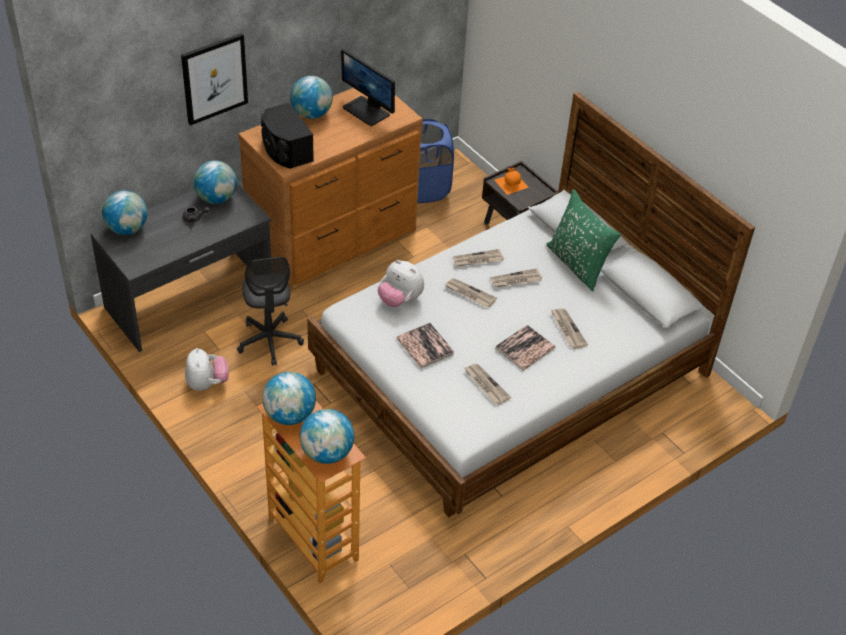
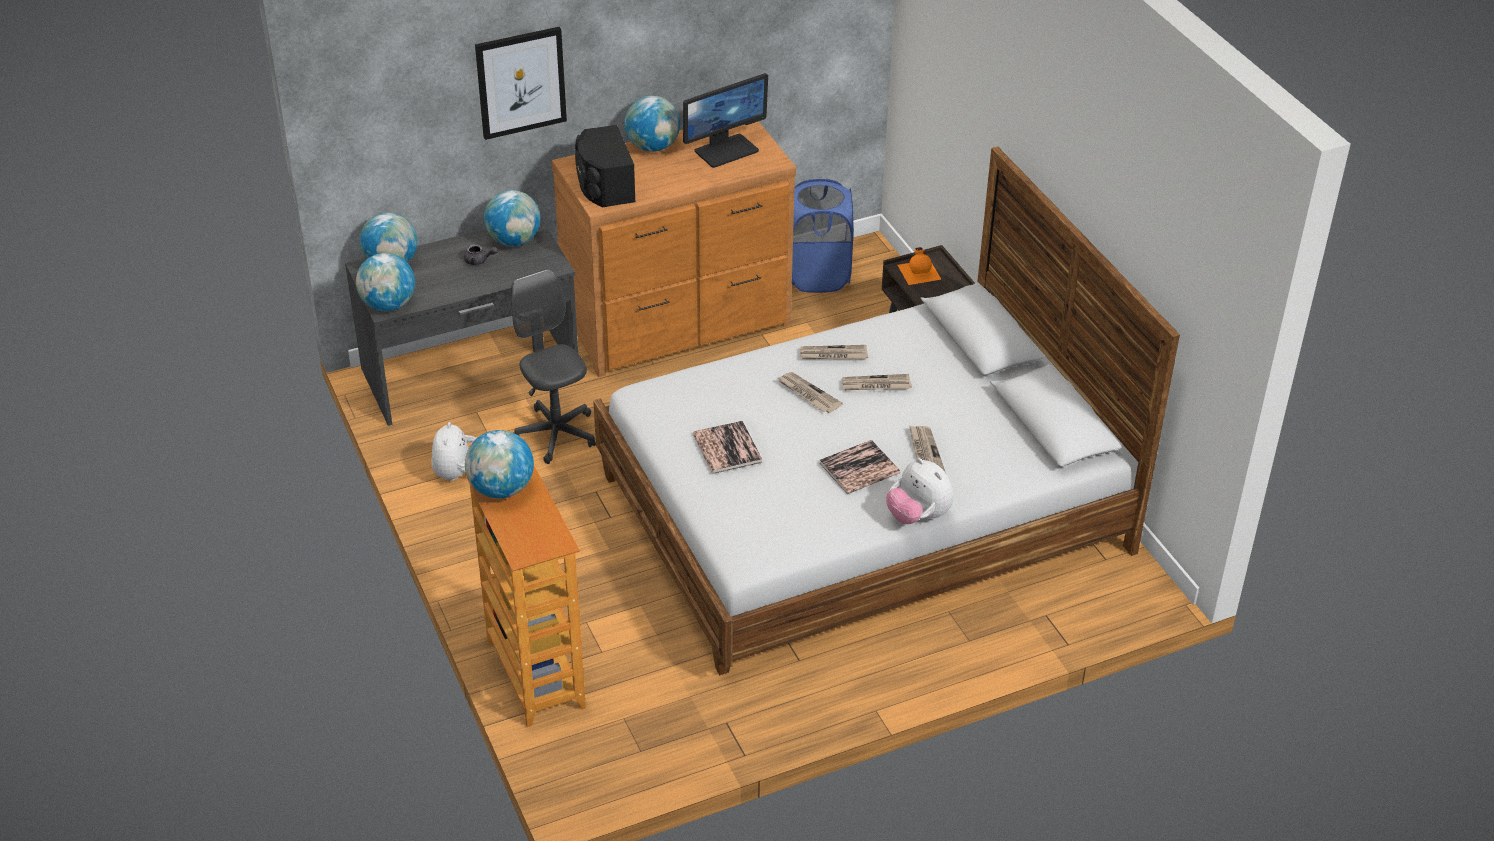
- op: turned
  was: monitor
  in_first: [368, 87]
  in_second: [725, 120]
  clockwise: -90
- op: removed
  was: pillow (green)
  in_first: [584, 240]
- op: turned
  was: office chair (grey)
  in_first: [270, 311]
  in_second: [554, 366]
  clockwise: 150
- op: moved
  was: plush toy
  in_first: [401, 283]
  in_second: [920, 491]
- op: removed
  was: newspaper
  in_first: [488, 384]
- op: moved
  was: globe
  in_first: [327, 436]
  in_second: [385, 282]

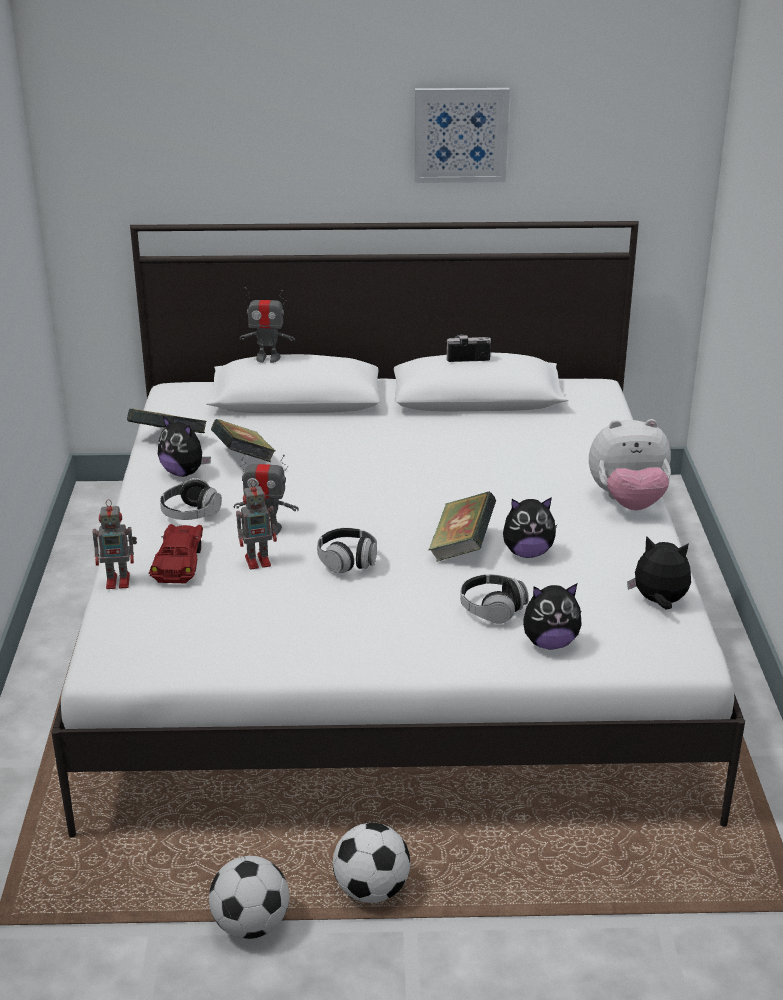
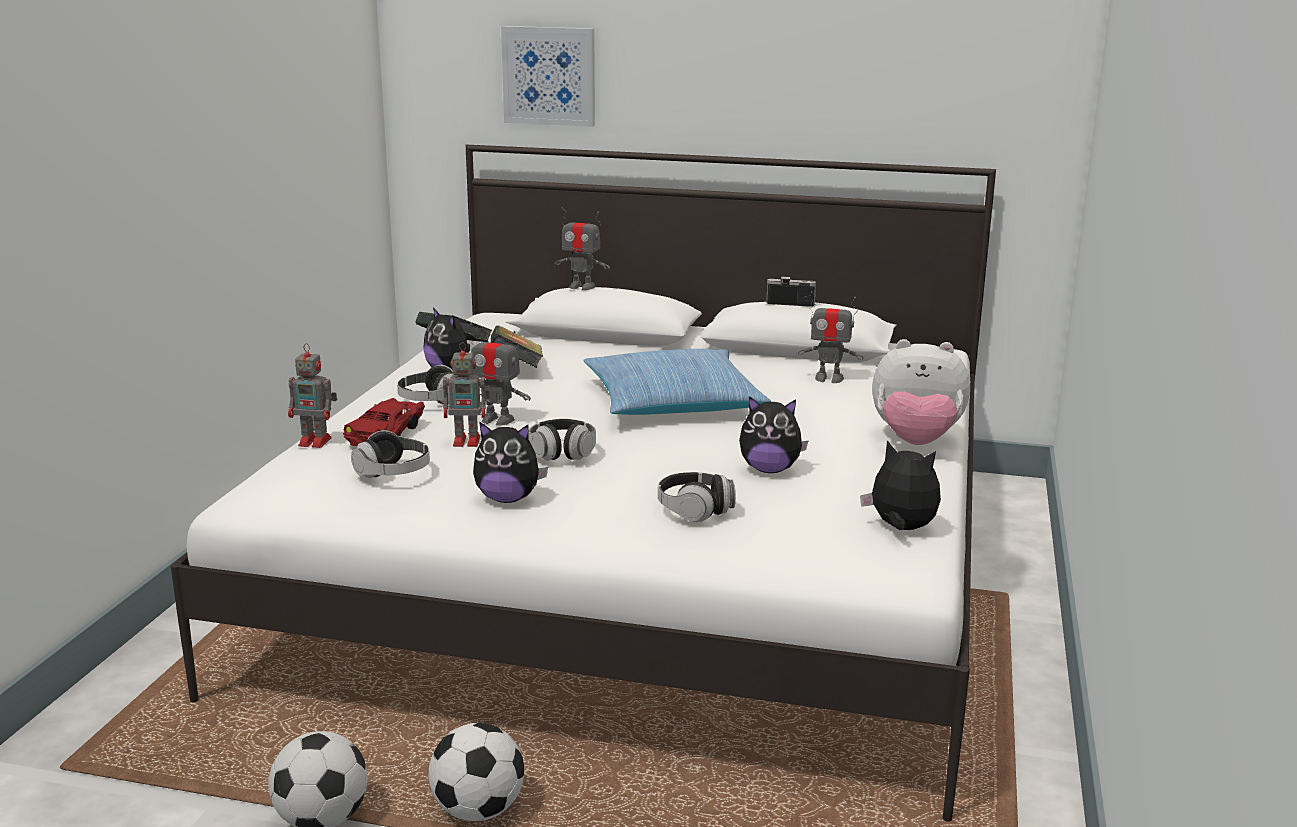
- op: moved
  was: picture
  in_first: [462, 135]
  in_second: [548, 76]
- op: removed
  was: book
  in_first: [462, 526]
- op: moved
  was: plush toy
  in_first: [552, 616]
  in_second: [510, 462]
- op: added
  now: toy robot
  in_second: [831, 337]
- op: added
  now: pillow
  in_second: [677, 382]
- op: added
  now: headphones
  in_second: [390, 454]

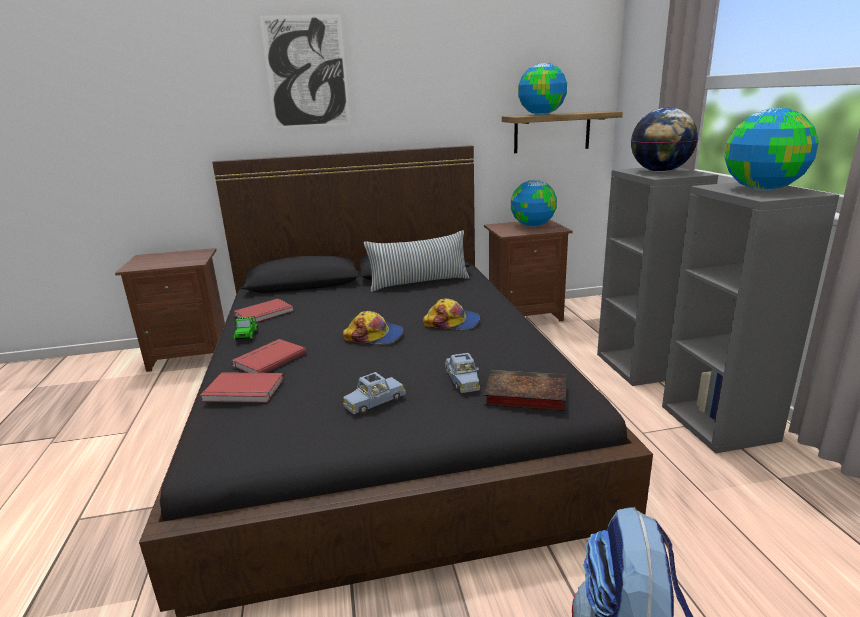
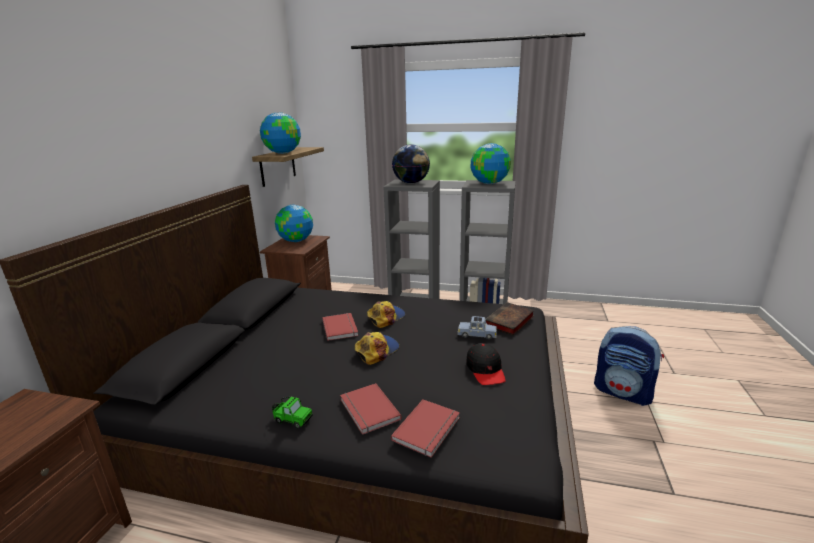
- op: removed
  was: picture
  in_first: [304, 71]
- op: removed
  was: pillow
  in_first: [416, 261]
- op: moved
  was: book (red)
  in_first: [264, 310]
  in_second: [340, 327]
- op: replaced
  was: toy car (blue)
  now: cap (black)
  in_first: [374, 393]
  in_second: [486, 364]

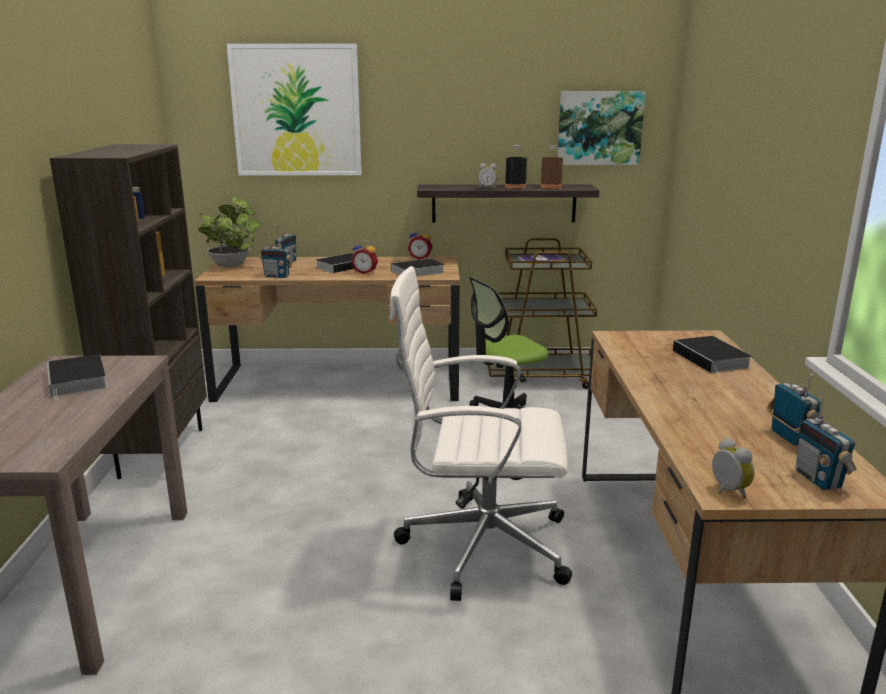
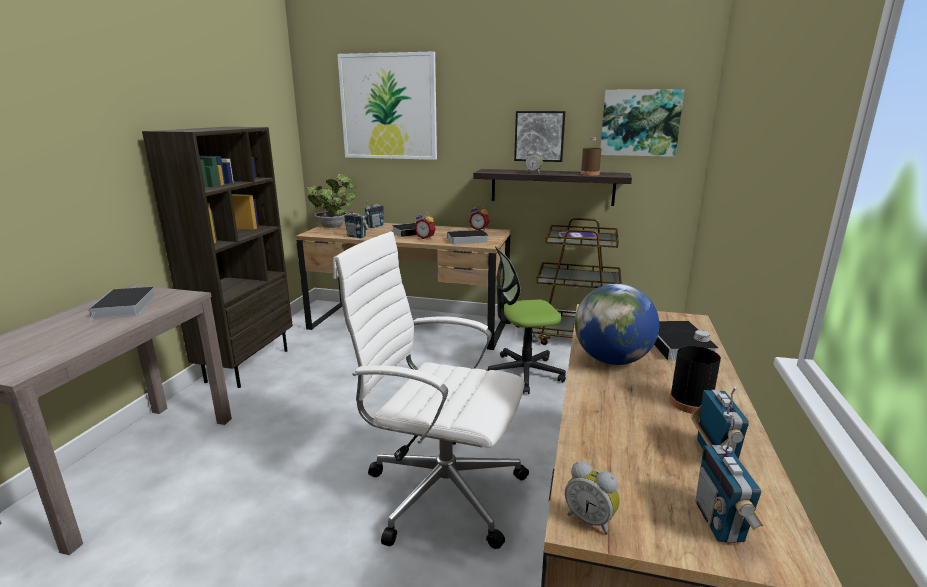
- op: moved
  was: bottle (black)
  in_first: [516, 167]
  in_second: [695, 372]
- op: turned
  was: alarm clock
  in_first: [733, 468]
  in_second: [592, 498]
  clockwise: 135
- op: added
  now: picture
  in_second: [539, 136]
- op: added
  now: globe
  in_second: [617, 324]

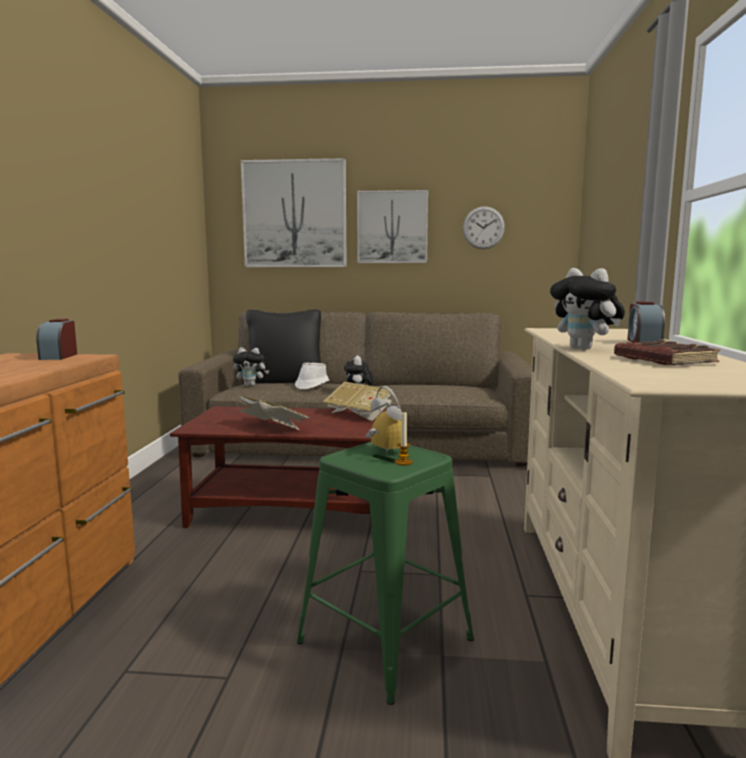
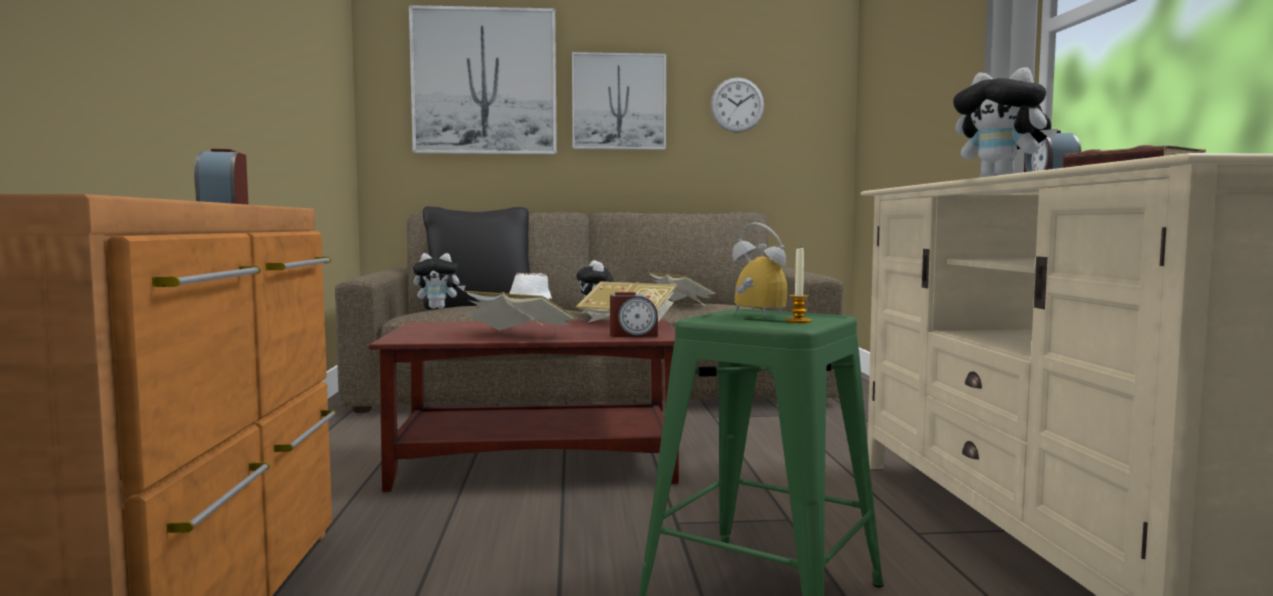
- op: added
  now: book
  in_second: [682, 288]
- op: added
  now: alarm clock
  in_second: [634, 314]

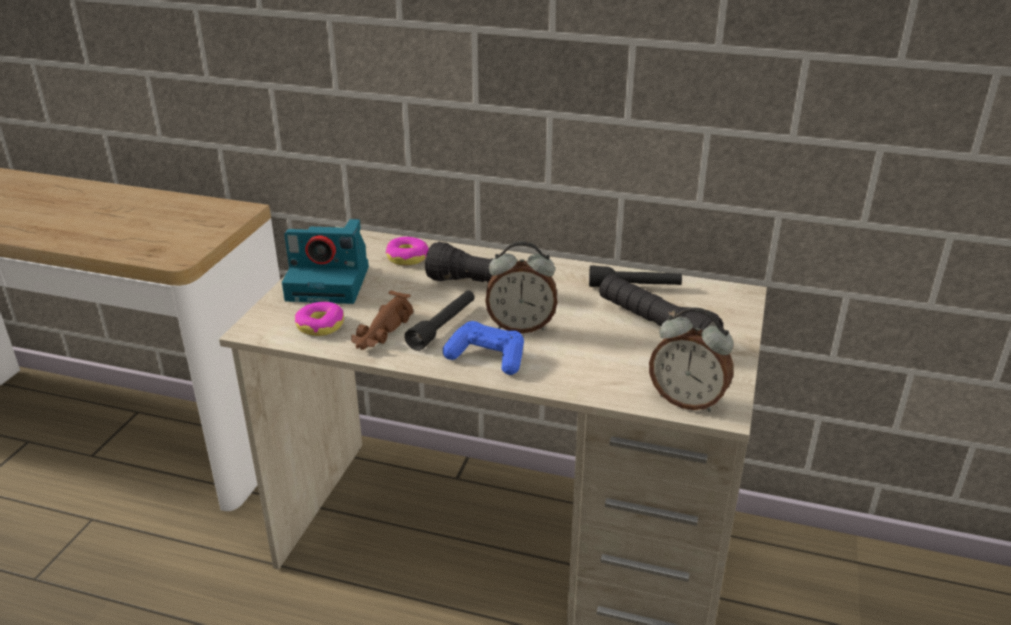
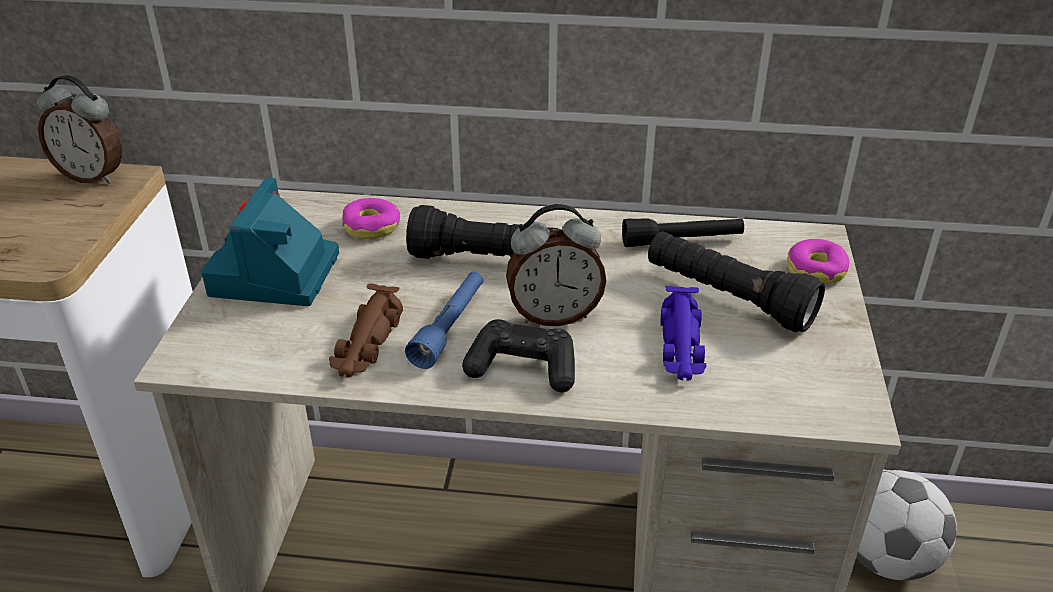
- op: turned
  was: photo camera
  in_first: [325, 261]
  in_second: [270, 241]
  clockwise: 105
- op: recoloured
  was: flashlight (black)
  now: flashlight (blue)
  in_first: [440, 321]
  in_second: [444, 320]
- op: moved
  was: donut
  in_first: [319, 319]
  in_second: [818, 261]
- op: moved
  was: alarm clock
  in_first: [691, 360]
  in_second: [79, 129]
- op: recoloured
  was: game controller (blue)
  now: game controller (black)
  in_first: [483, 348]
  in_second: [518, 356]
- op: added
  now: toy car (purple)
  in_second: [684, 333]
- op: added
  now: football
  in_second: [906, 525]

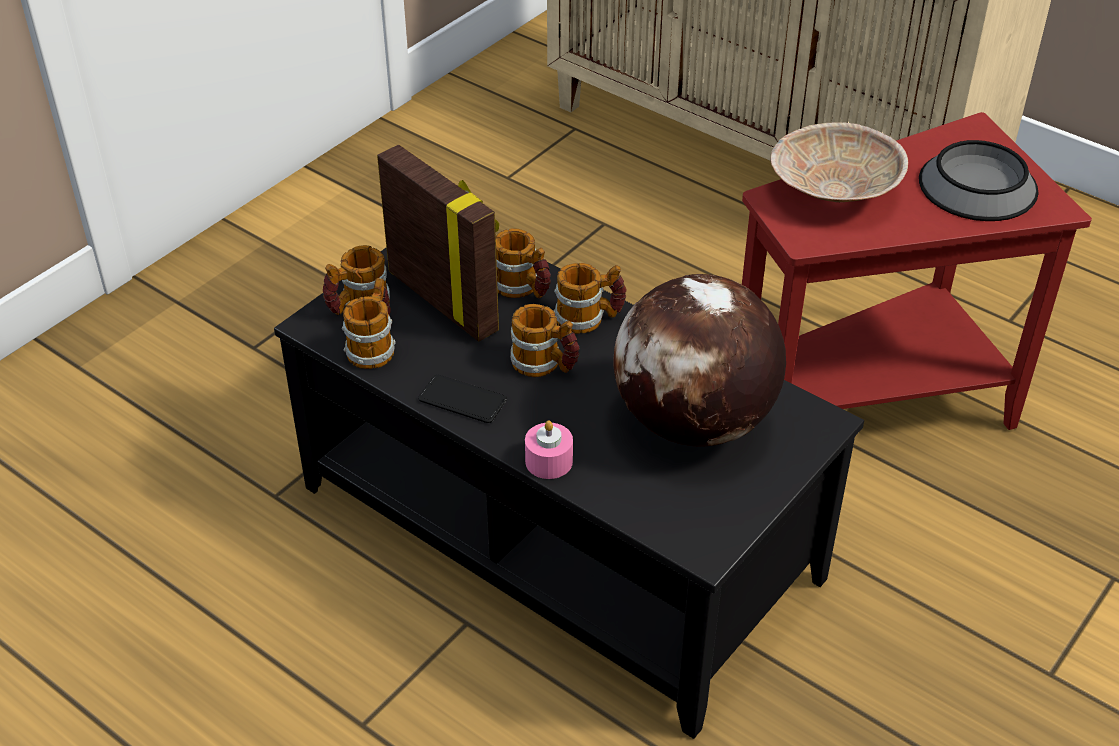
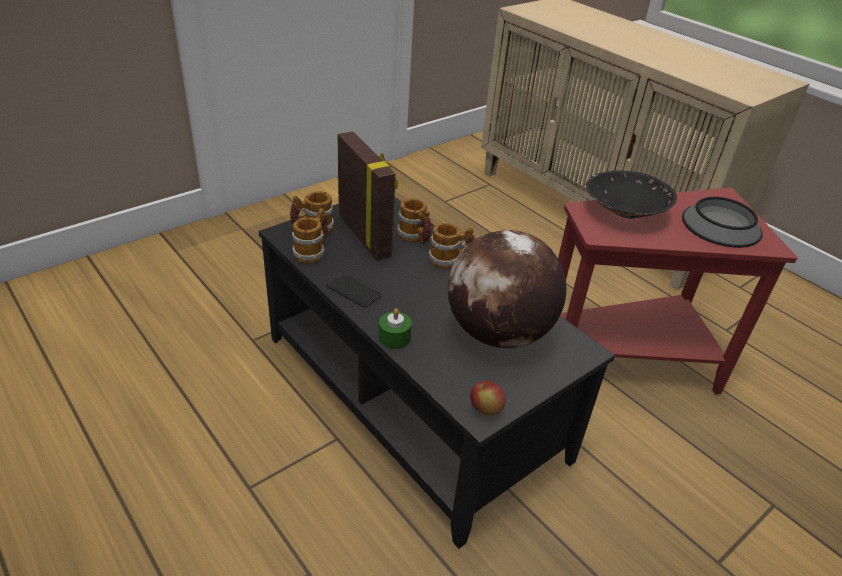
- op: recoloured
  was: bowl (beige)
  now: bowl (black)
  in_first: [839, 162]
  in_second: [631, 194]
- op: removed
  was: mug
  in_first: [544, 340]
- op: recoloured
  was: candle (pink)
  now: candle (green)
  in_first: [549, 449]
  in_second: [395, 328]
- op: added
  now: apple
  in_second: [487, 397]

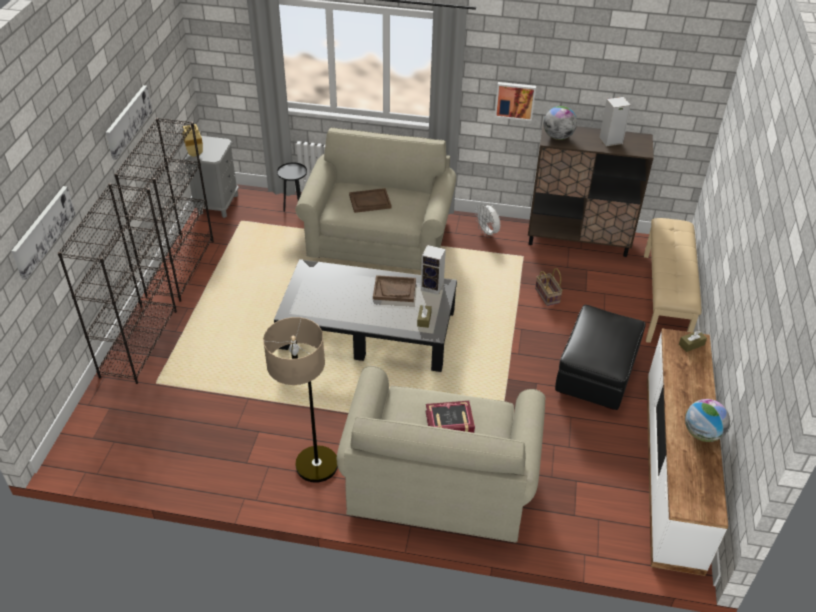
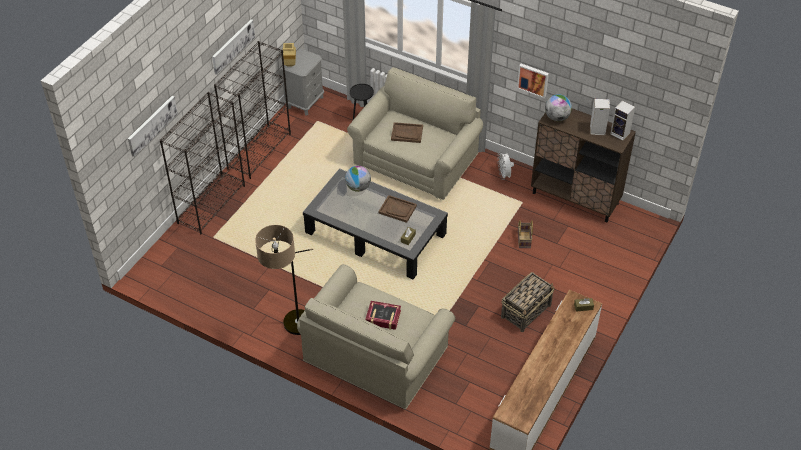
- op: removed
  was: bench (beige)
  in_first: [673, 280]
- op: moved
  was: speaker
  in_first: [433, 270]
  in_second: [622, 121]
- op: replaced
  was: ottoman (black)
  now: basket
  in_first: [600, 357]
  in_second: [528, 302]
- op: moved
  was: globe
  in_first: [707, 420]
  in_second: [358, 179]

